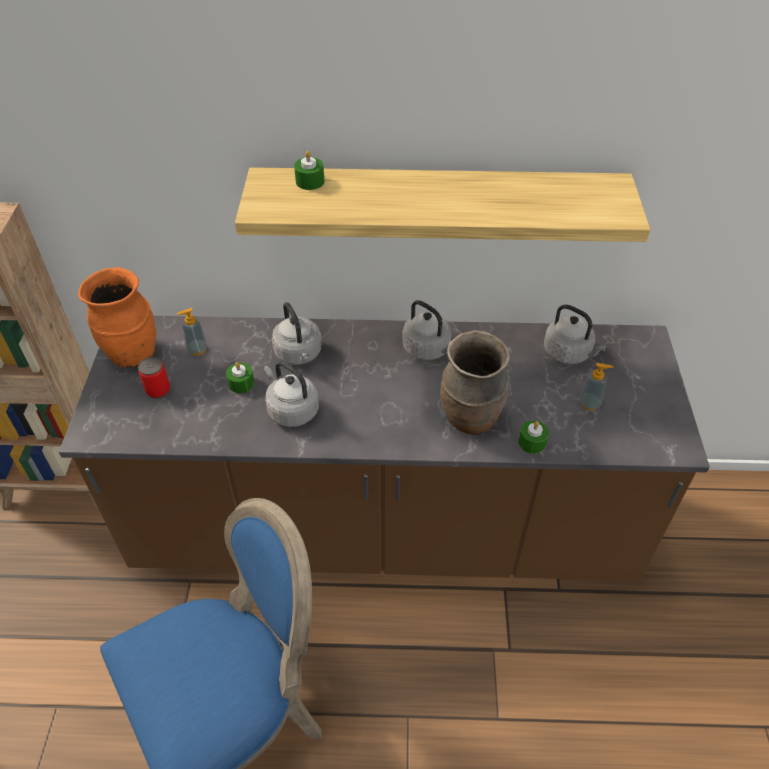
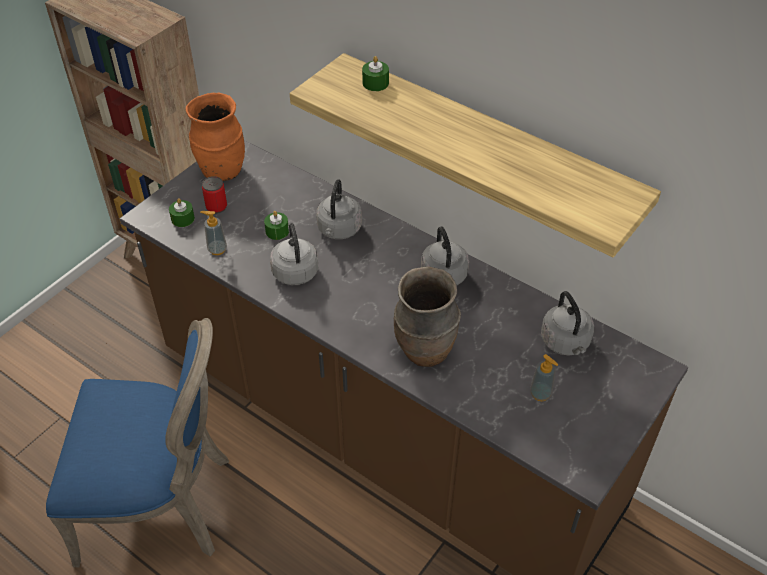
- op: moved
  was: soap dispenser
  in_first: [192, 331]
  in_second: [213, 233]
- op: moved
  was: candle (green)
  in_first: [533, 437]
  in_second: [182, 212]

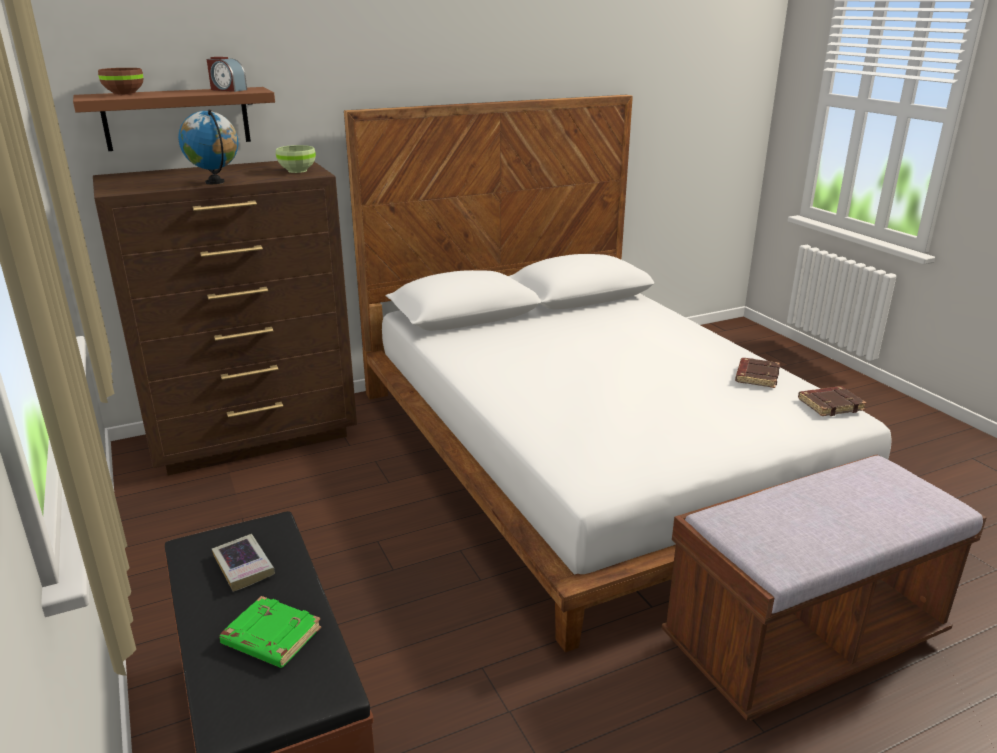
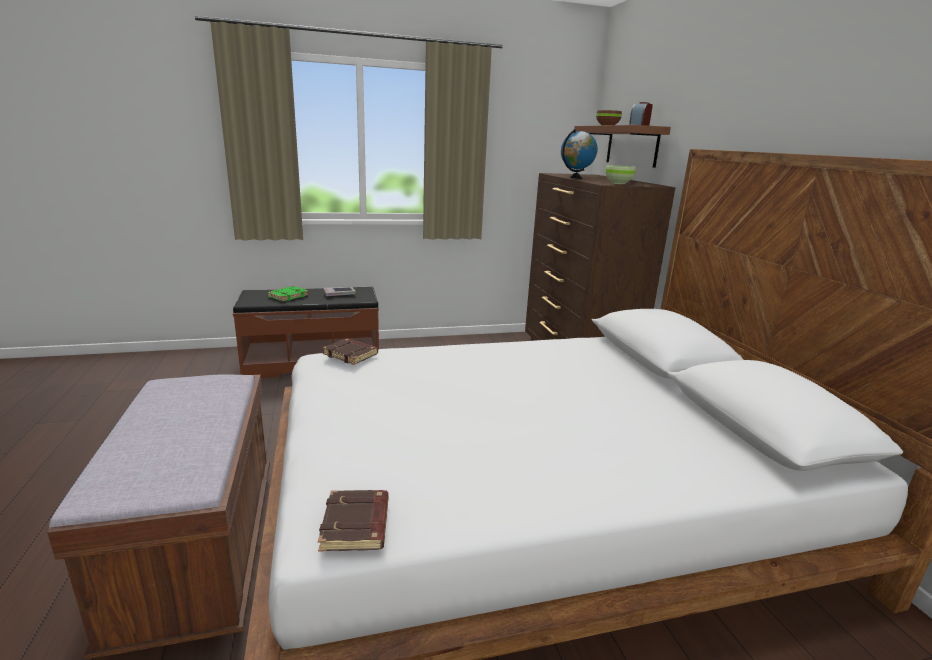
- op: moved
  was: book (brown)
  in_first: [757, 373]
  in_second: [350, 351]

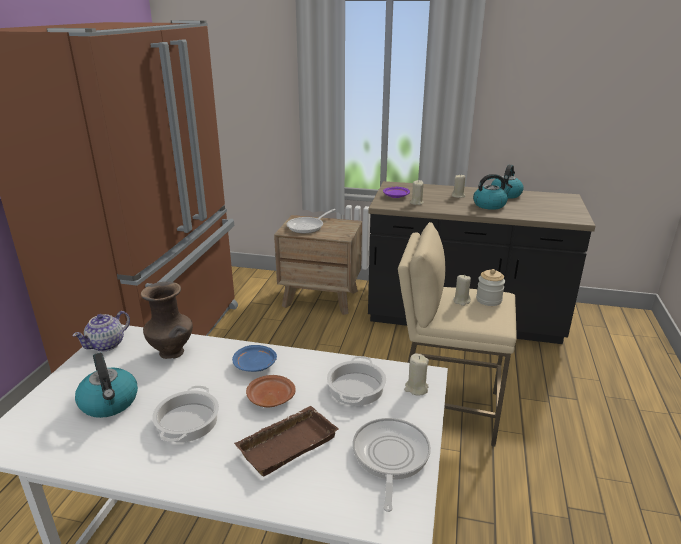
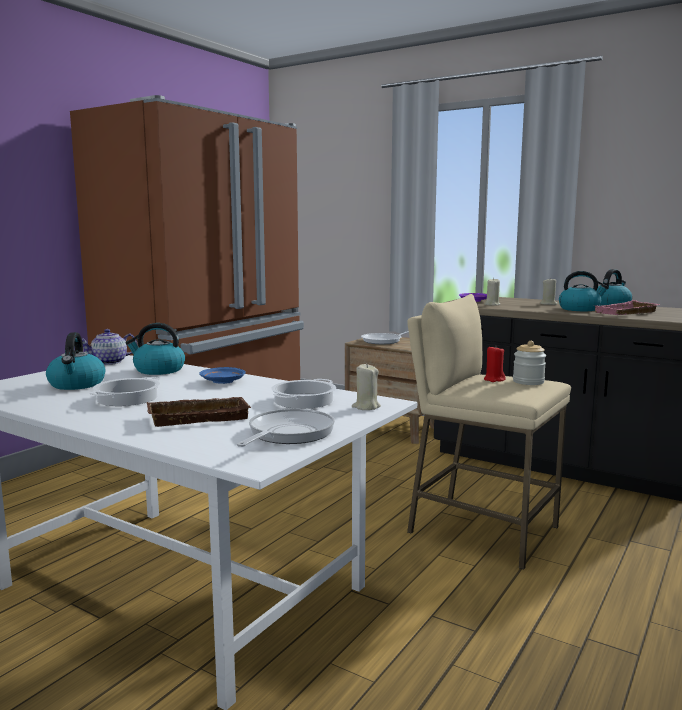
- op: recoloured
  was: candle (beige)
  now: candle (red)
  in_first: [462, 290]
  in_second: [495, 364]
- op: replaced
  was: vase (brown)
  now: kettle
  in_first: [167, 320]
  in_second: [155, 349]
- op: removed
  was: plate (brown)
  in_first: [271, 391]
- op: added
  now: tray (pink)
  in_second: [627, 307]

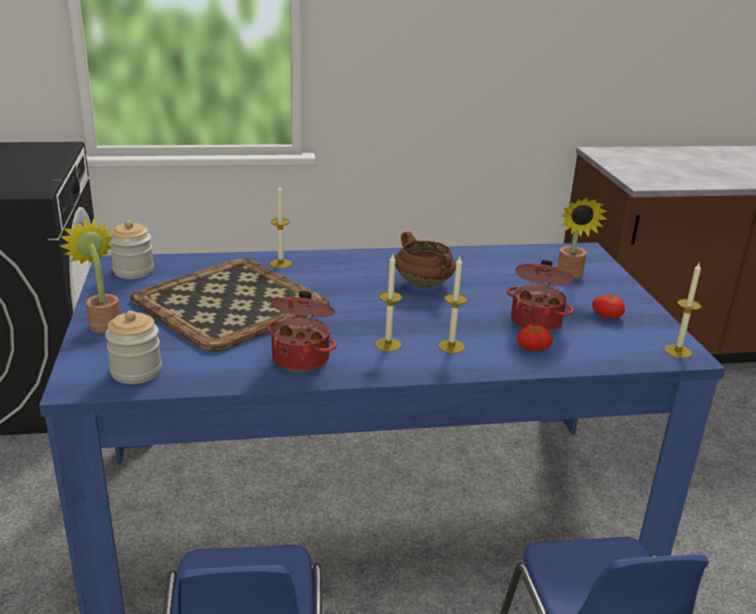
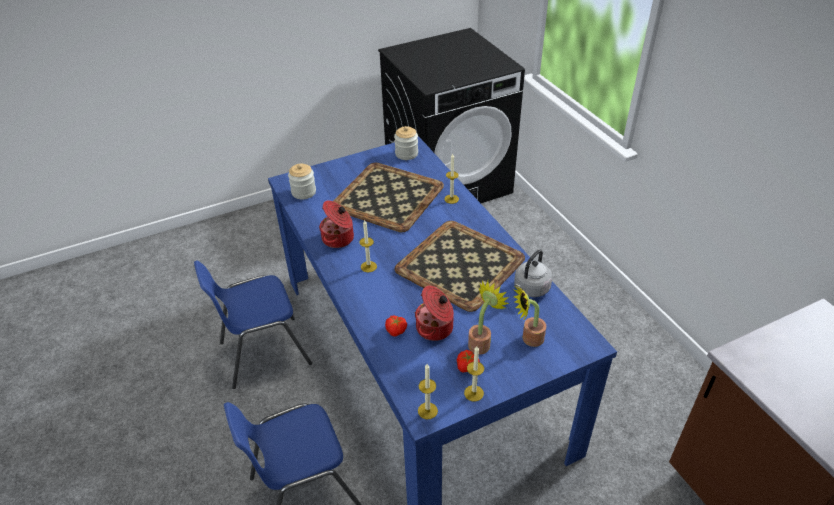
- op: moved
  was: potted plant
  in_first: [90, 275]
  in_second: [488, 317]
- op: replaced
  was: cooking pot (brown)
  now: tray
  in_first: [425, 259]
  in_second: [460, 266]
- op: moved
  was: candle
  in_first: [453, 305]
  in_second: [474, 374]
- op: added
  now: kettle (grey)
  in_second: [533, 273]

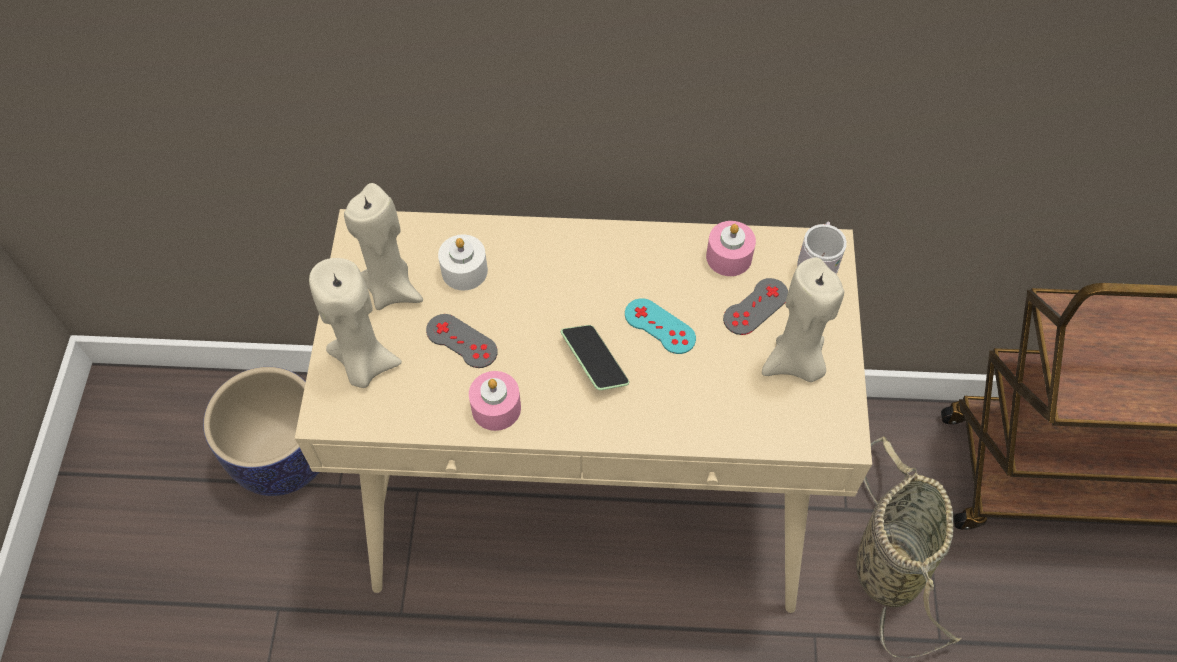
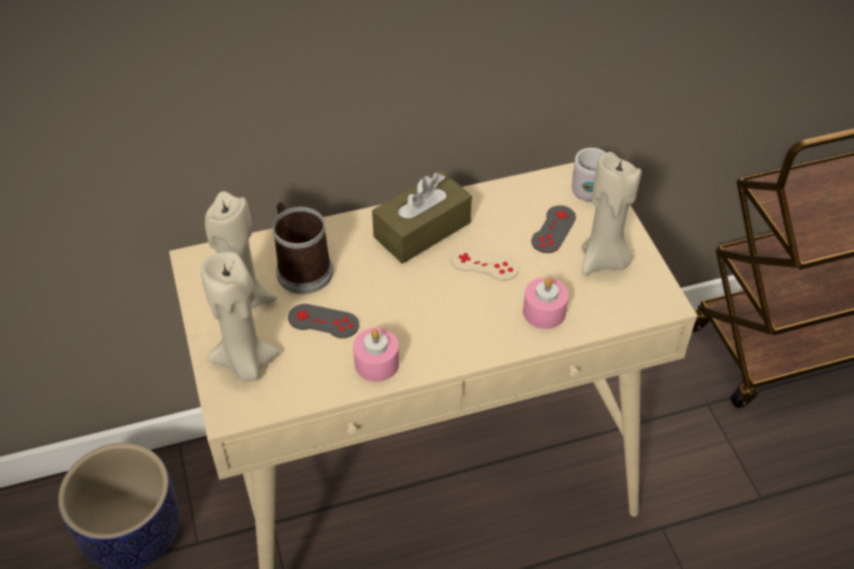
- op: moved
  was: candle (pink)
  in_first: [731, 248]
  in_second: [546, 303]
- op: replaced
  was: candle (white)
  now: mug
  in_first: [463, 262]
  in_second: [303, 248]
- op: recoloured
  was: game controller (turquoise)
  now: game controller (beige)
  in_first: [660, 326]
  in_second: [484, 264]
- op: removed
  was: phone
  in_first: [595, 357]
- op: removed
  was: basket
  in_first: [908, 547]
- op: added
  now: tissue box (brown)
  in_second: [422, 217]

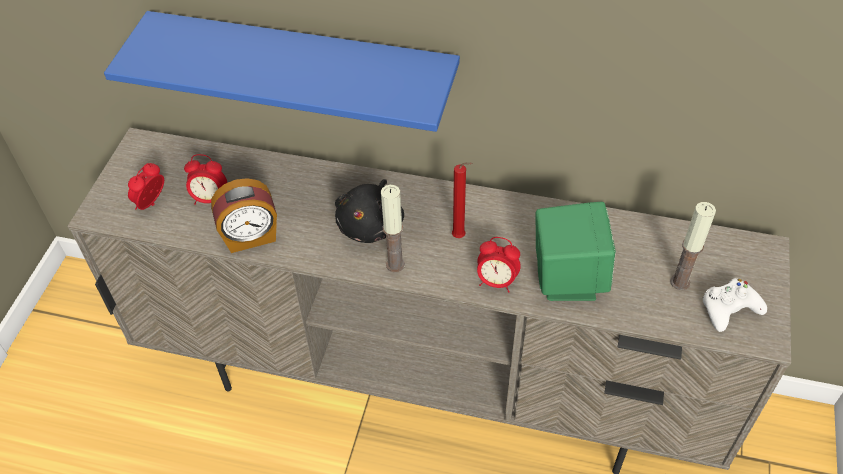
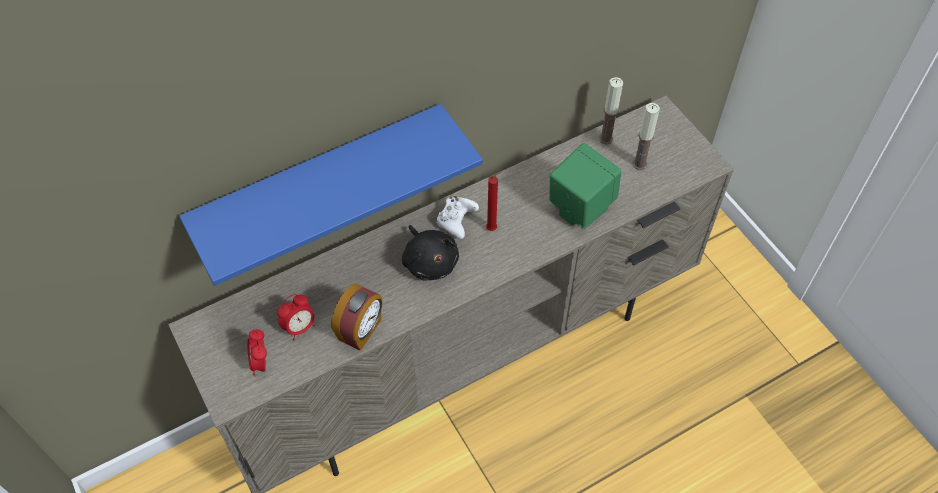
- op: moved
  was: candle
  in_first: [393, 228]
  in_second: [611, 111]
- op: removed
  was: alarm clock
  in_first: [499, 264]
- op: moved
  was: game controller (white)
  in_first: [735, 305]
  in_second: [457, 217]

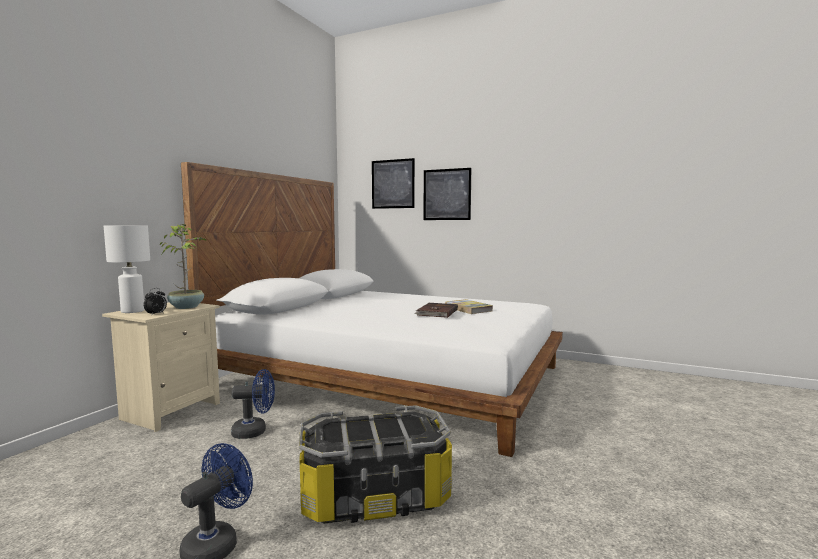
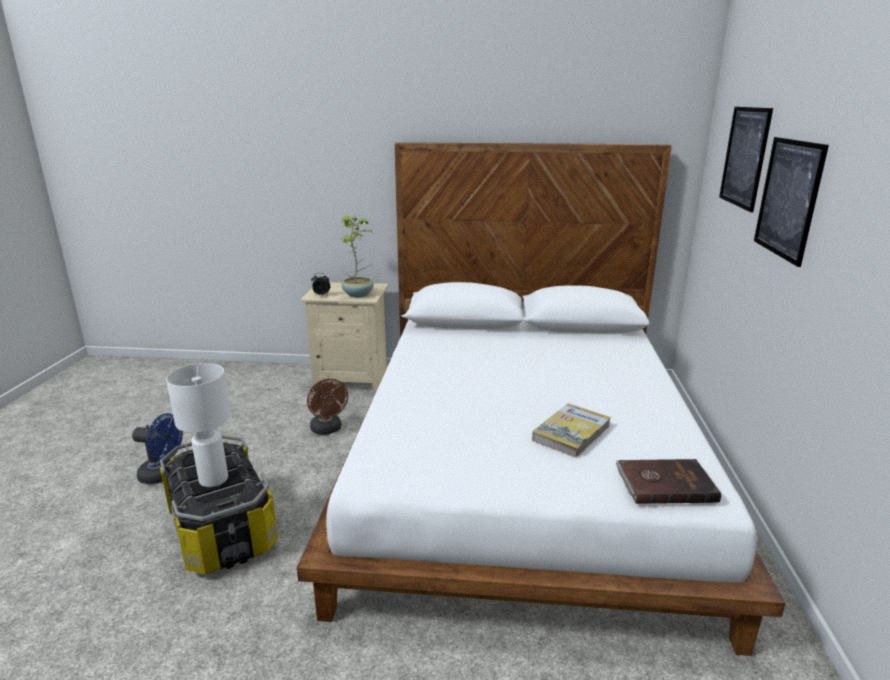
- op: moved
  was: table lamp (white)
  in_first: [127, 269]
  in_second: [198, 425]
- op: moved
  was: book (brown)
  in_first: [436, 310]
  in_second: [668, 481]
- op: recoloured
  was: fan (blue)
  now: fan (brown)
  in_first: [253, 404]
  in_second: [327, 407]

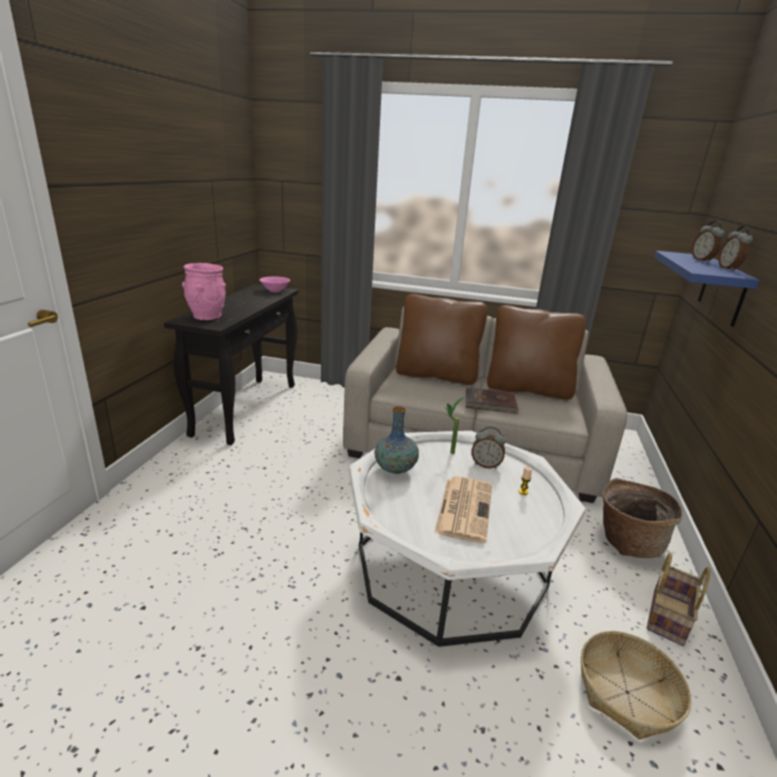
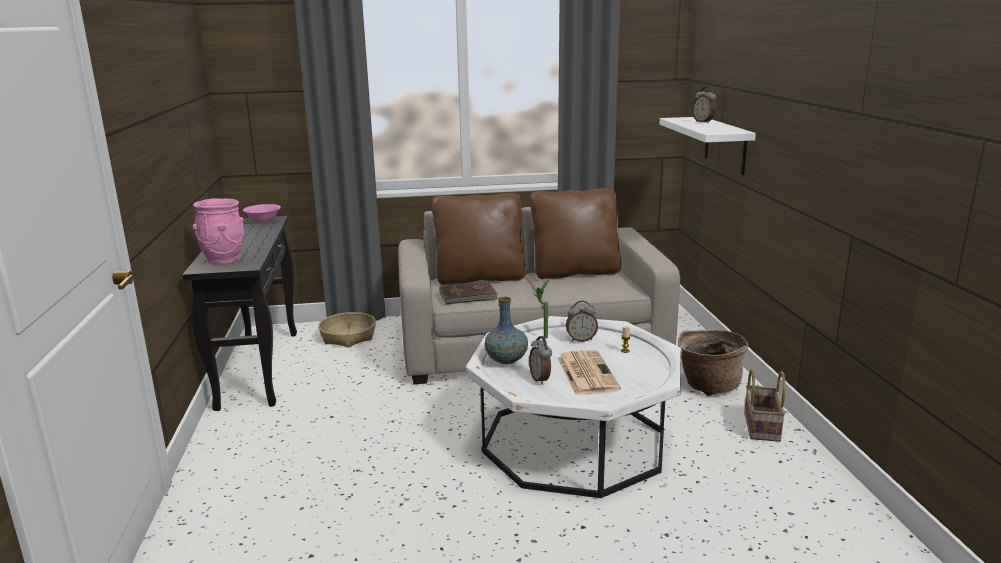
- op: moved
  was: alarm clock
  in_first: [735, 248]
  in_second: [540, 360]
- op: recoloured
  was: shelf (blue)
  now: shelf (white)
  in_first: [707, 289]
  in_second: [708, 146]
- op: moved
  was: book (brown)
  in_first: [492, 400]
  in_second: [468, 292]
- op: moved
  was: basket
  in_first: [636, 685]
  in_second: [347, 330]

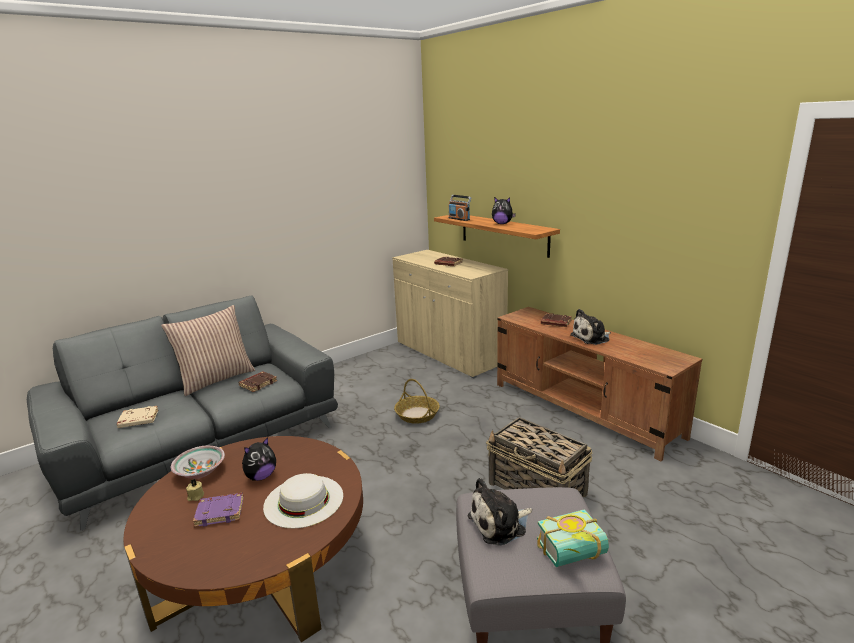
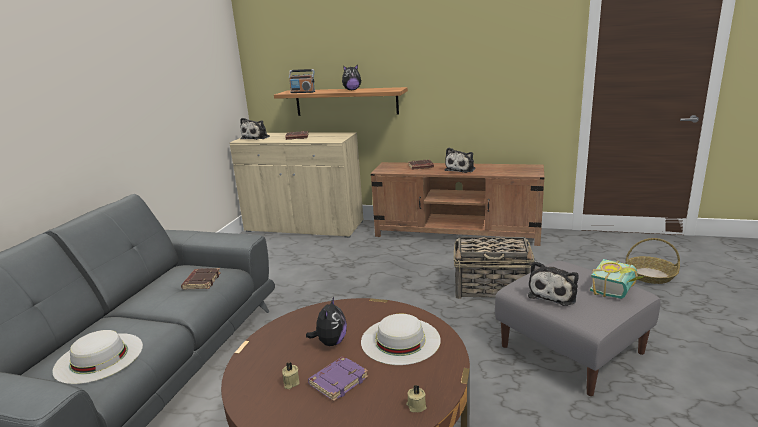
- op: removed
  was: pillow
  in_first: [208, 350]
- op: moved
  was: basket
  in_first: [417, 401]
  in_second: [652, 261]
- op: replaced
  was: book (beige)
  now: hat (white)
  in_first: [137, 417]
  in_second: [97, 357]
- op: removed
  was: bowl
  in_first: [198, 462]
- op: added
  now: plush toy
  in_second: [255, 129]
- op: added
  now: candle (beige)
  in_second: [416, 398]

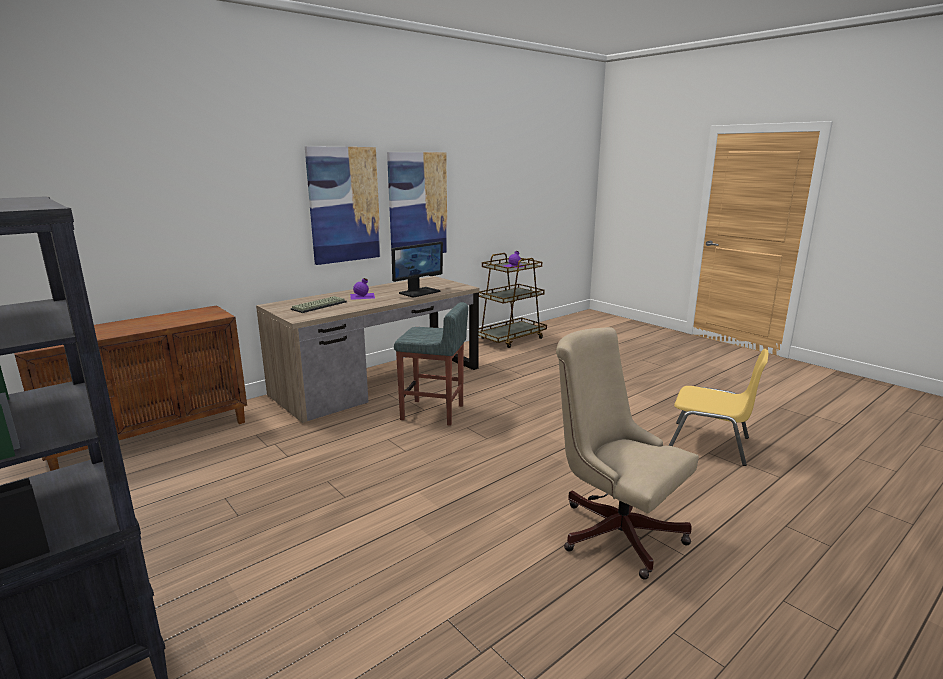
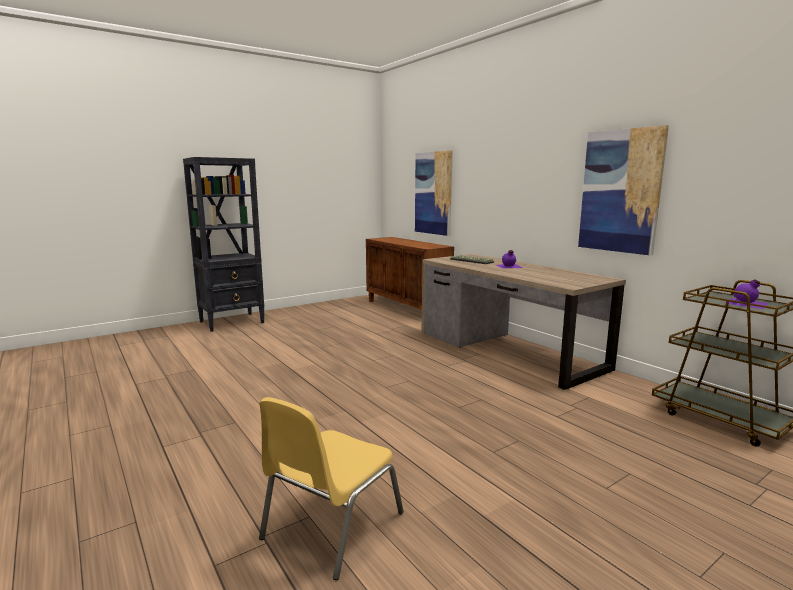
- op: moved
  was: picture
  in_first: [343, 205]
  in_second: [434, 193]
- op: removed
  was: monitor
  in_first: [417, 269]
- op: removed
  was: stool (grey)
  in_first: [431, 364]
- op: removed
  was: office chair (beige)
  in_first: [627, 453]

